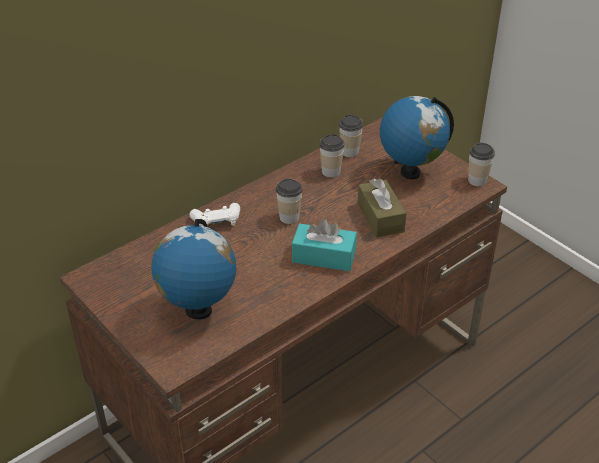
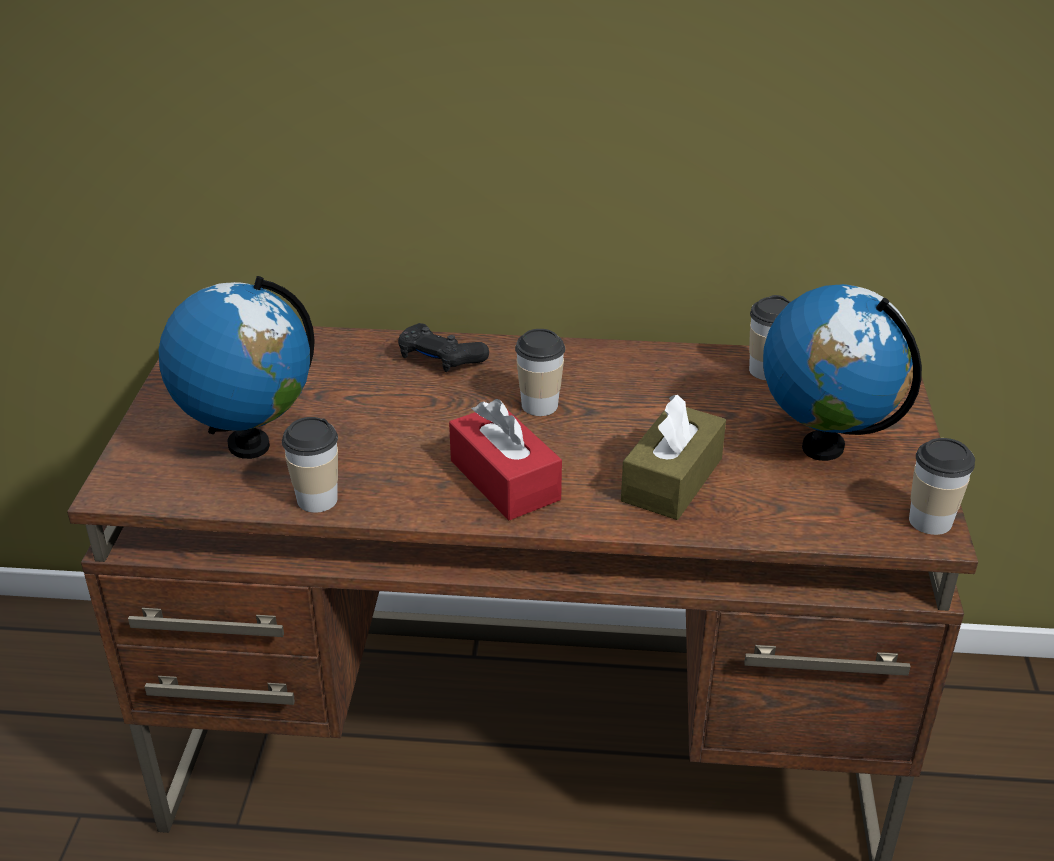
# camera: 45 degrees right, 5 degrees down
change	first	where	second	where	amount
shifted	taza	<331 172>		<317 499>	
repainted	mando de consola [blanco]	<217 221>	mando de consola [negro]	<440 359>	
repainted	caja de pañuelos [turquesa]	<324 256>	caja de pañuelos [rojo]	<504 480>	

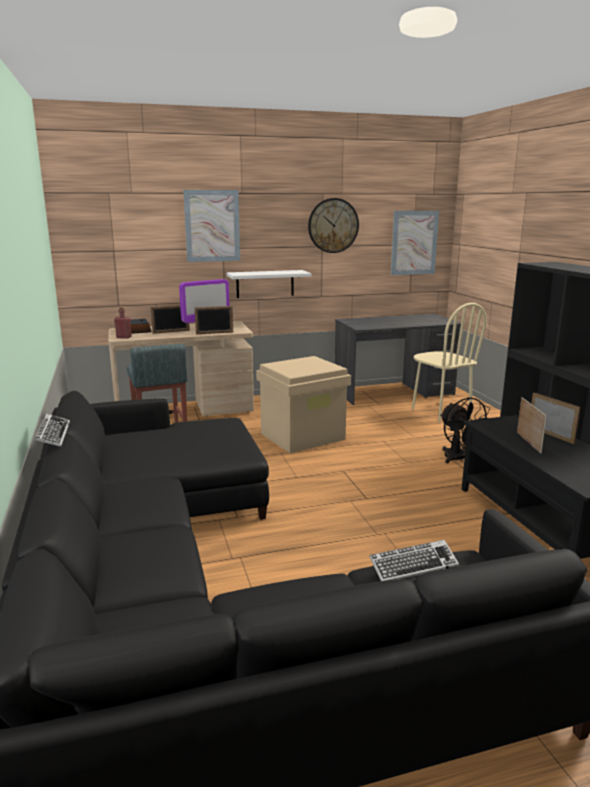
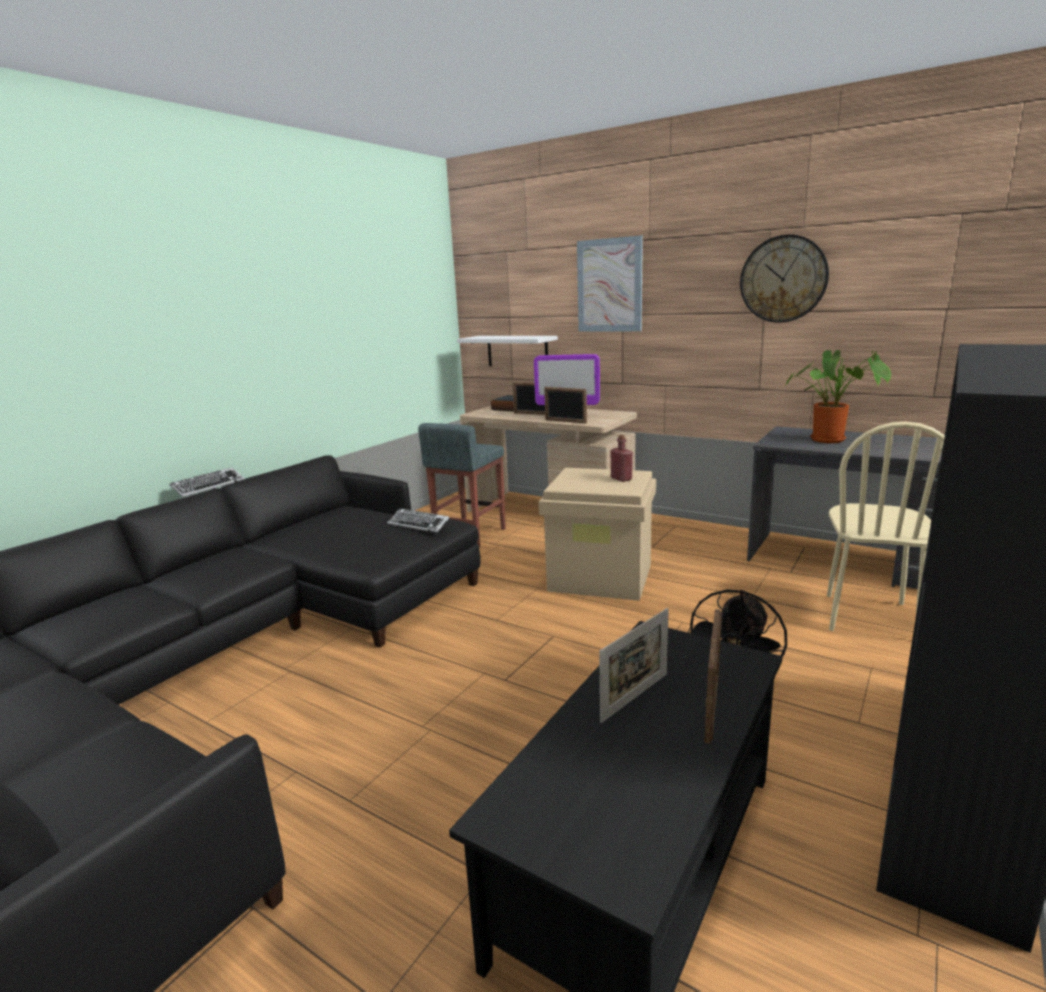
# camera: 50 degrees right, 0 degrees up
change	first	where	second	where	amount
shifted	teclado	<413 566>		<418 524>	
shifted	estante [blanco]	<265 284>		<517 351>	
shifted	botella [rojo]	<124 337>		<621 479>	
new			planta en maceta	<832 440>	
gone	cuadro	<414 242>			

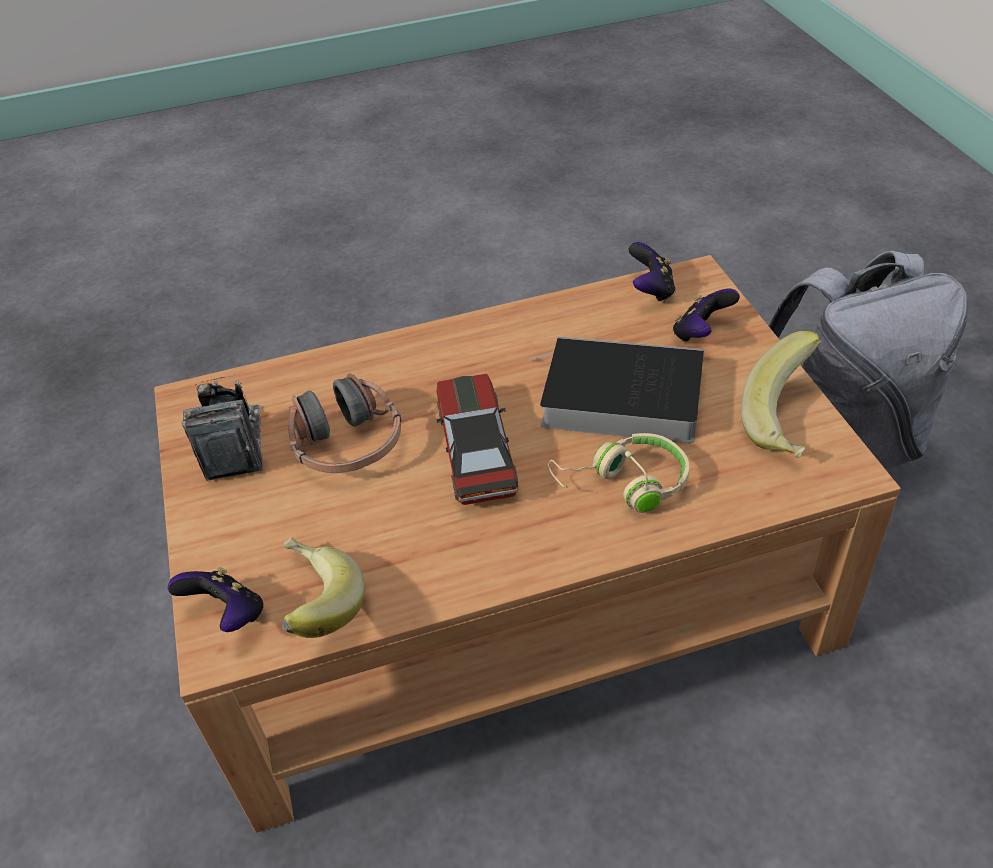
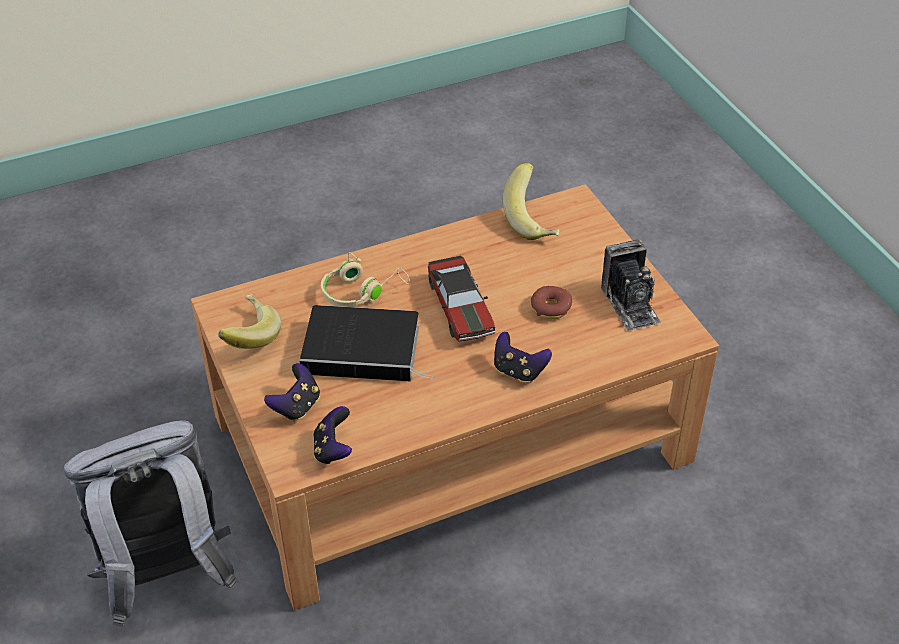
# camera: 170 degrees right, 0 degrees up
change	first	where	second	where	amount
shifted	mando de consola	<228 615>		<519 371>	
swapped	auriculares	<347 444>	rosquilla	<550 308>	

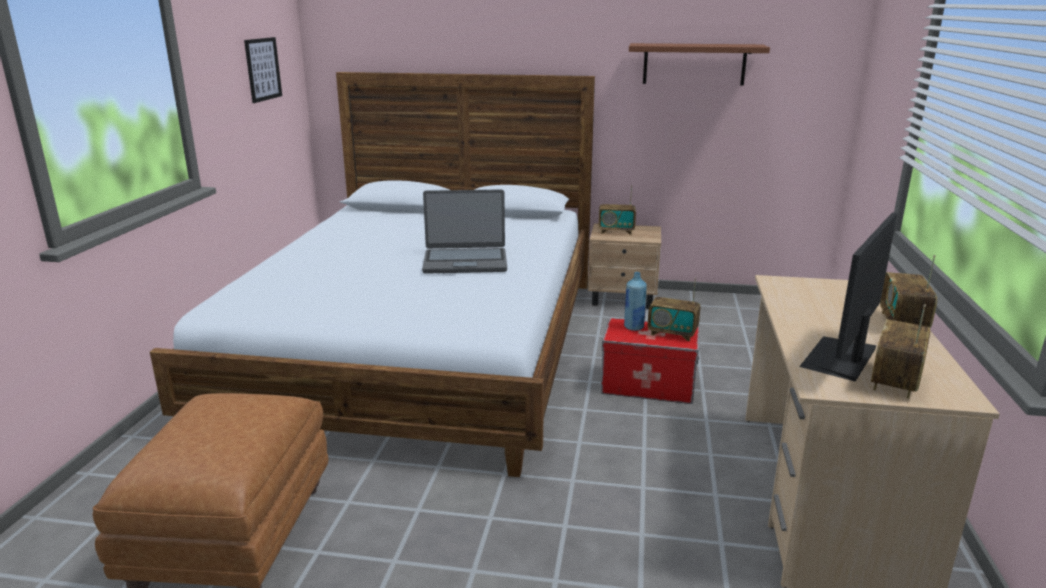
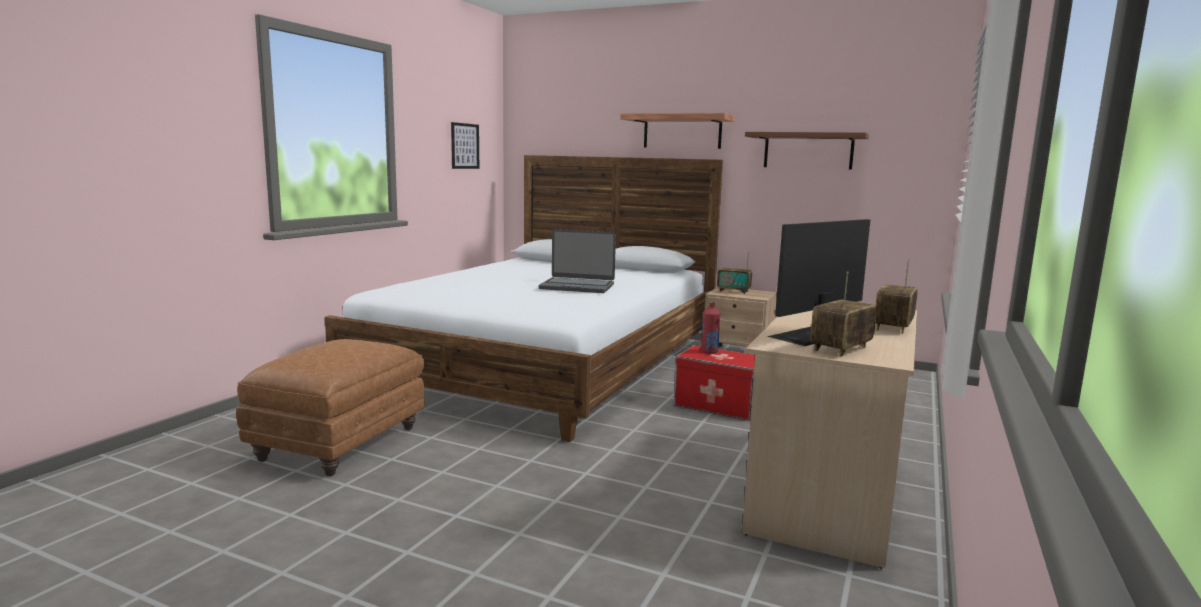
# camera: 15 degrees right, 10 degrees down
change	first	where	second	where	amount
new			estante	<682 132>	
repainted	botella [azul]	<633 327>	botella [rojo]	<709 351>	
gone	radio	<672 333>			

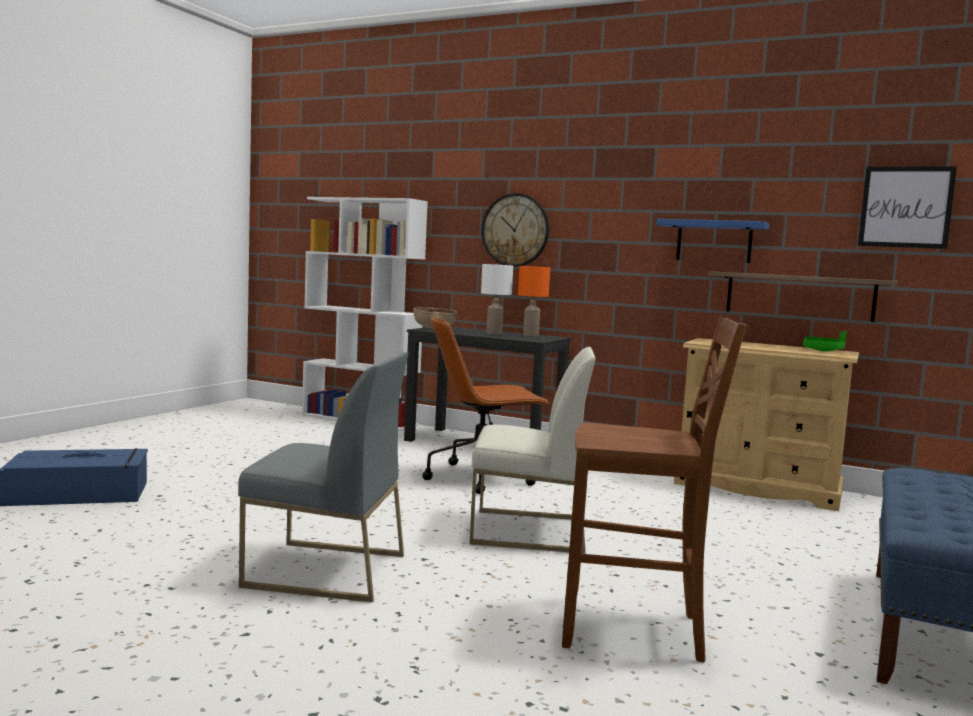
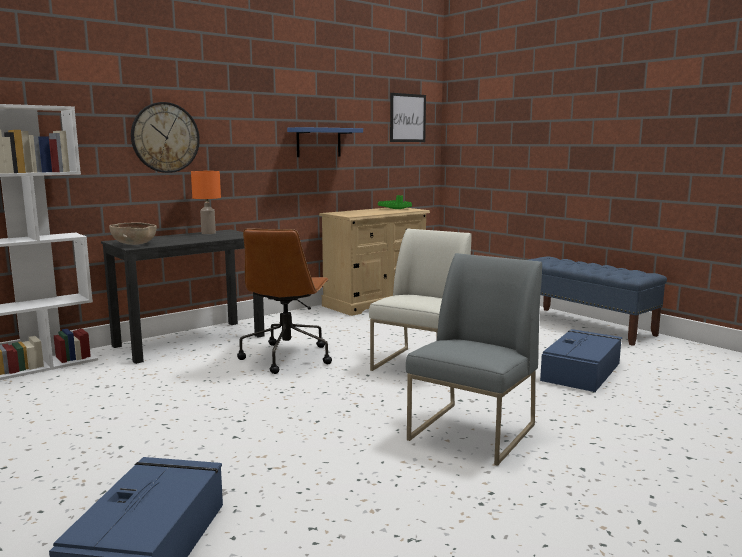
# camera: 65 degrees left, 5 degrees up
change	first	where	second	where	amount
swapped	silla [marrón]	<635 631>	caja de almacenaje [azul]	<581 371>	
gone	lámpara de mesa [blanco]	<494 333>			
gone	estante	<799 296>			

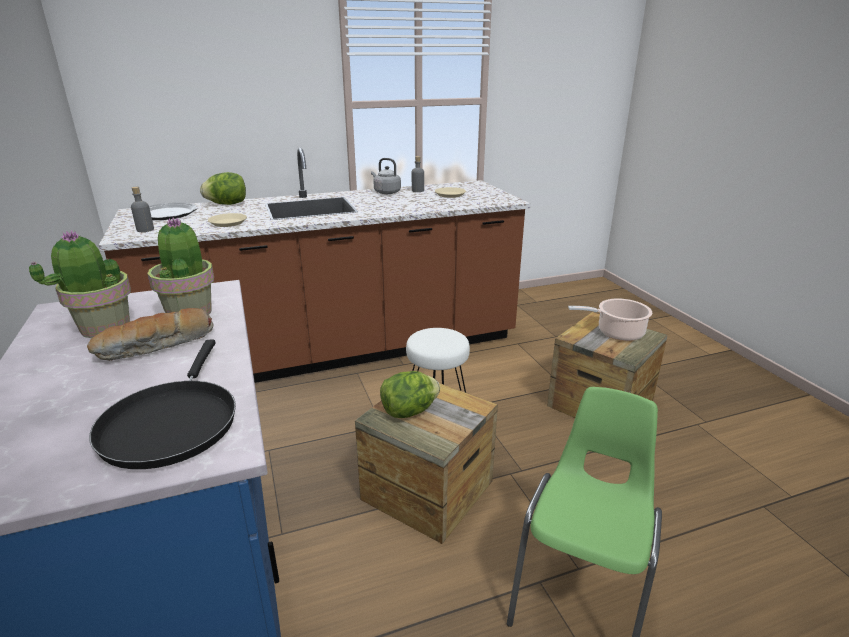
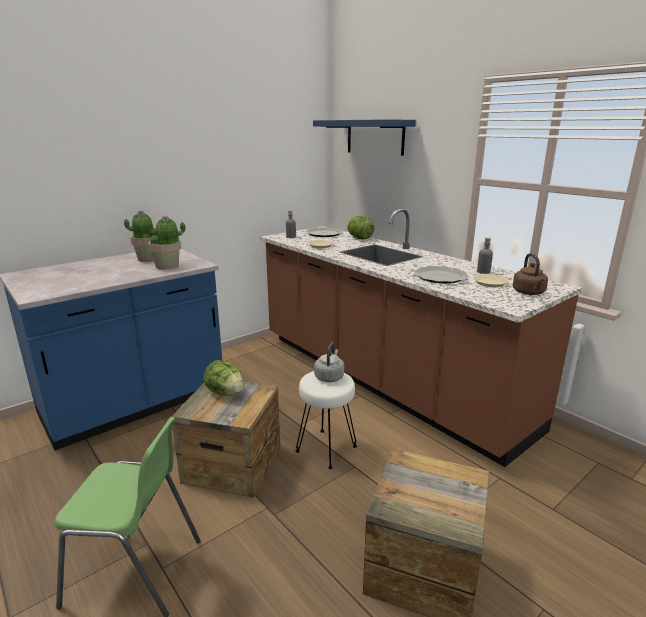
# camera: 70 degrees right, 5 degrees down
change	first	where	second	where	amount
new			estante [azul]	<375 137>	
shifted	hervidor [gris]	<386 192>		<329 377>	
new			plato	<440 277>	
new			hervidor [marrón]	<529 293>	
gone	pan	<157 347>			
gone	sartén [negro]	<172 423>			
gone	olla	<617 332>			

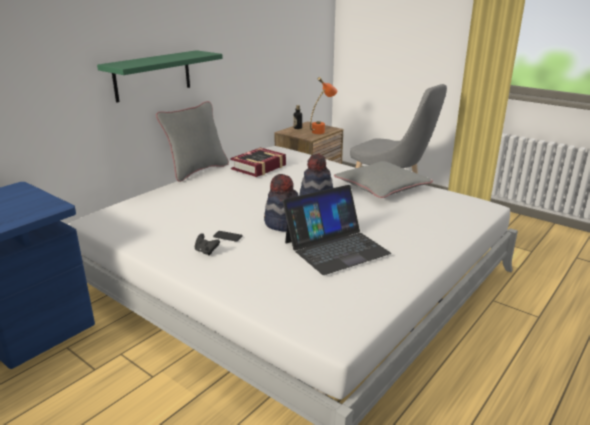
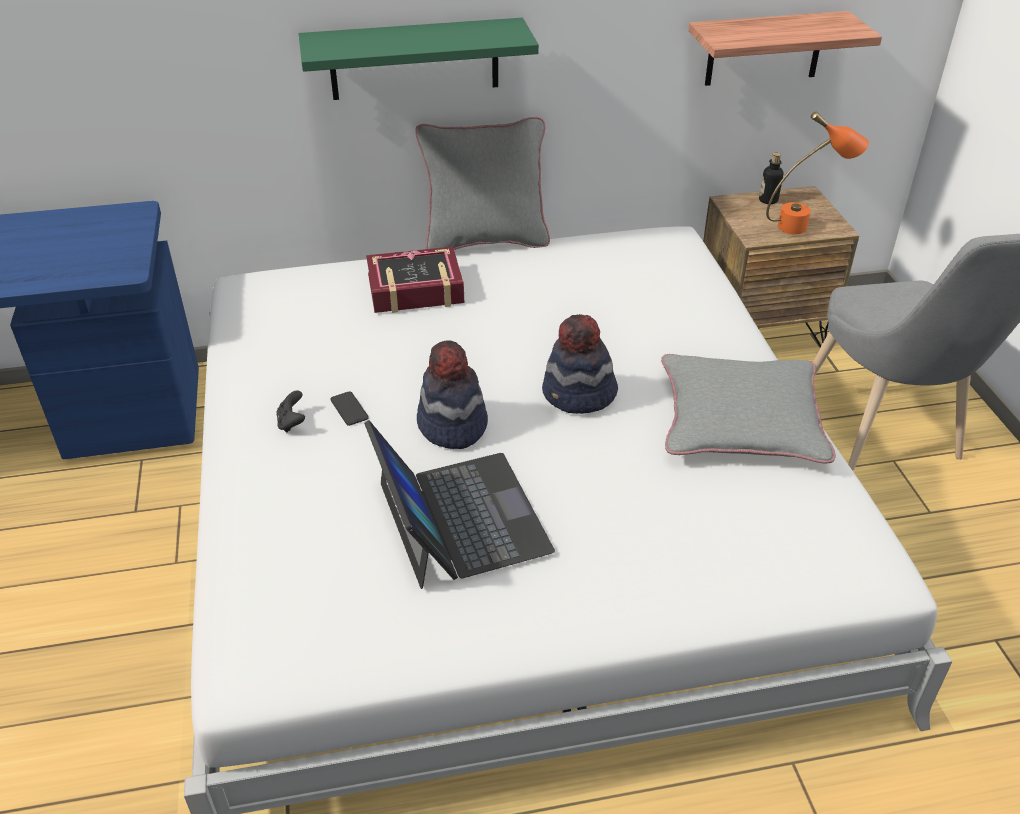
# camera: 40 degrees right, 15 degrees up
change	first	where	second	where	amount
rotated	portátil	<336 247>		<460 518>	120 degrees counterclockwise
shifted	libro	<259 167>		<415 290>	
new			estante	<764 49>	

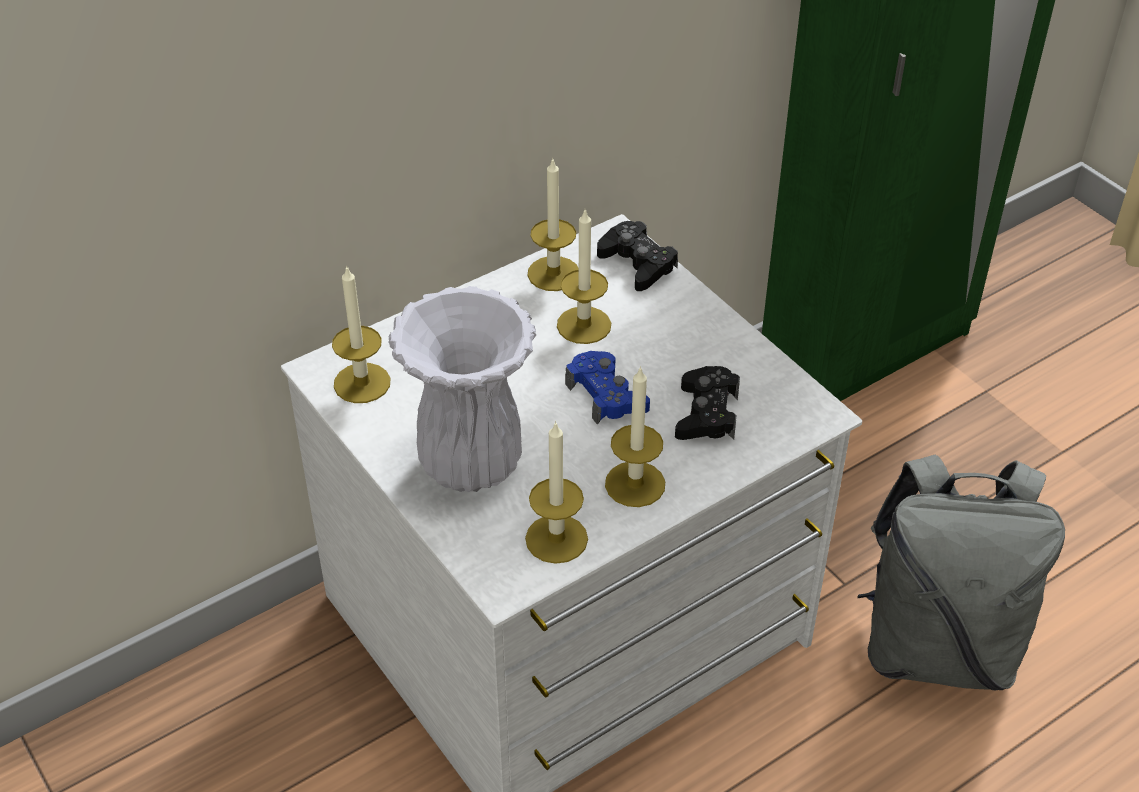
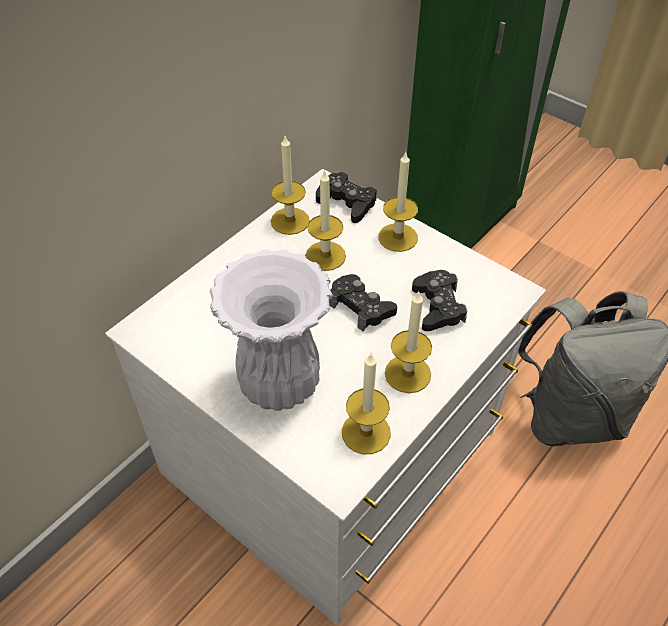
# camera: 15 degrees left, 5 degrees up
change	first	where	second	where	amount
repainted	mando de consola [azul]	<606 395>	mando de consola [negro]	<361 307>	
shifted	vela	<362 383>		<398 237>	

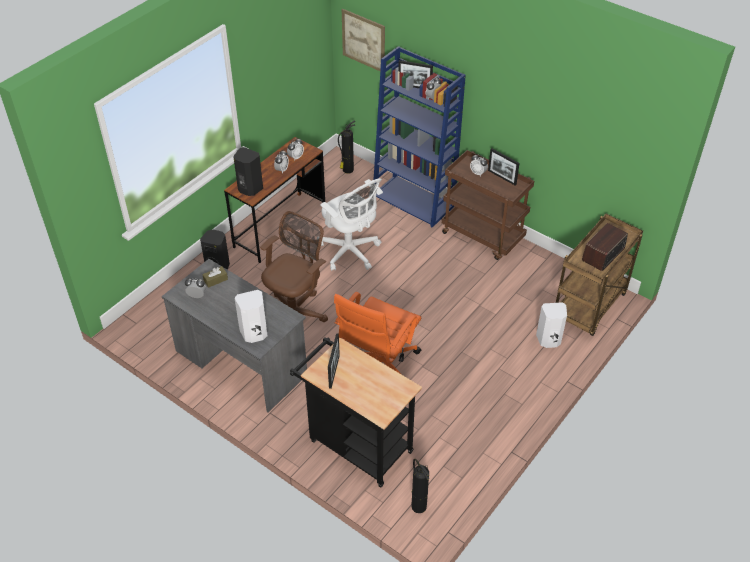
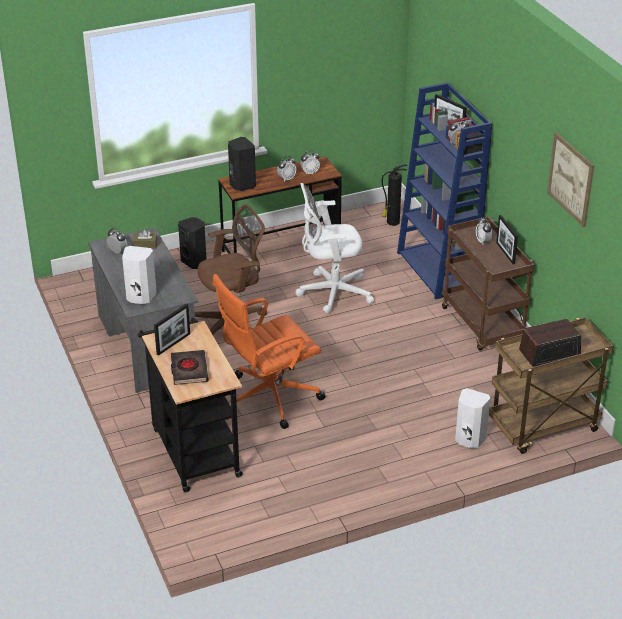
# camera: 30 degrees right, 10 degrees down
change	first	where	second	where	amount
new			libro [negro]	<189 370>	
rotated	silla de oficina [blanco]	<350 252>		<331 292>	90 degrees clockwise
shifted	cuadro	<363 40>		<571 179>	
gone	extintor	<418 505>			

